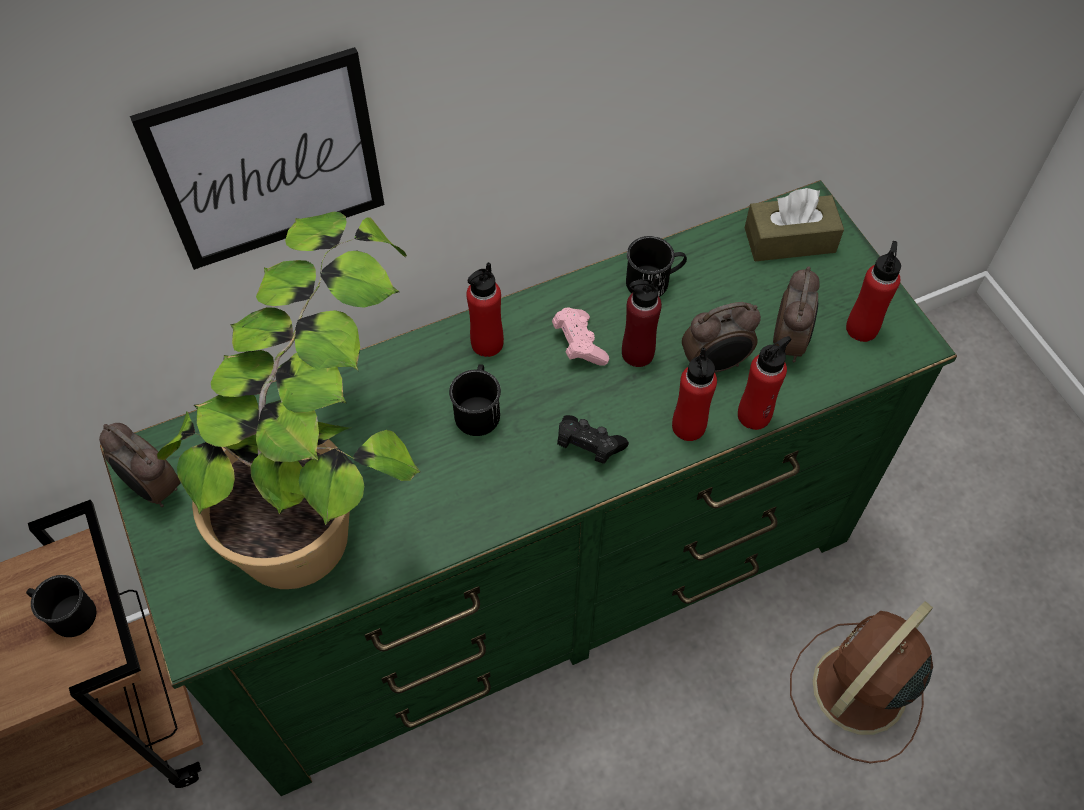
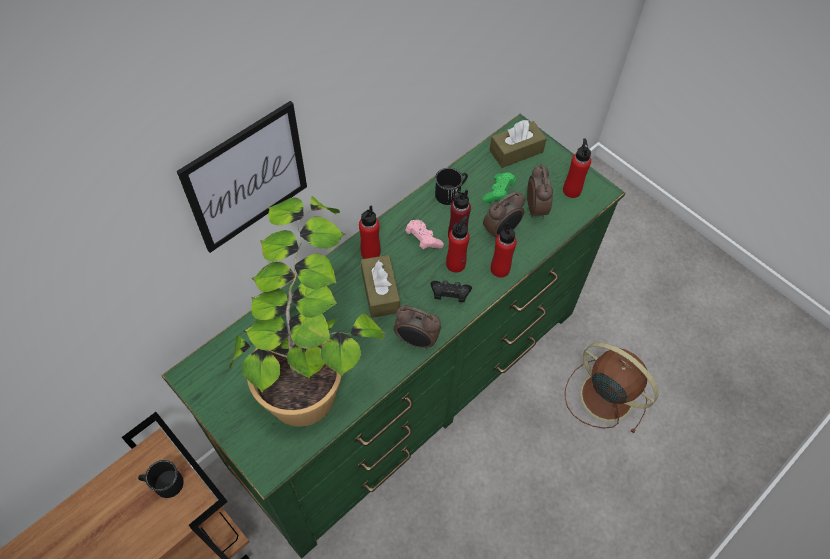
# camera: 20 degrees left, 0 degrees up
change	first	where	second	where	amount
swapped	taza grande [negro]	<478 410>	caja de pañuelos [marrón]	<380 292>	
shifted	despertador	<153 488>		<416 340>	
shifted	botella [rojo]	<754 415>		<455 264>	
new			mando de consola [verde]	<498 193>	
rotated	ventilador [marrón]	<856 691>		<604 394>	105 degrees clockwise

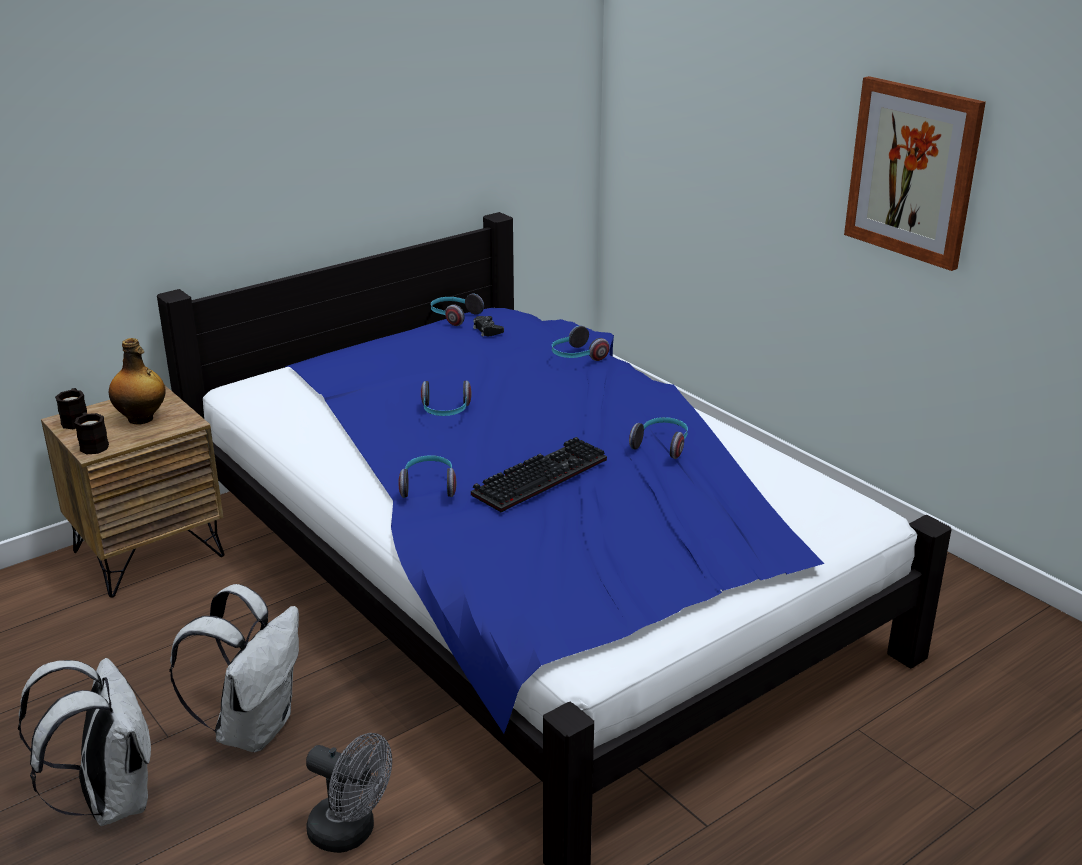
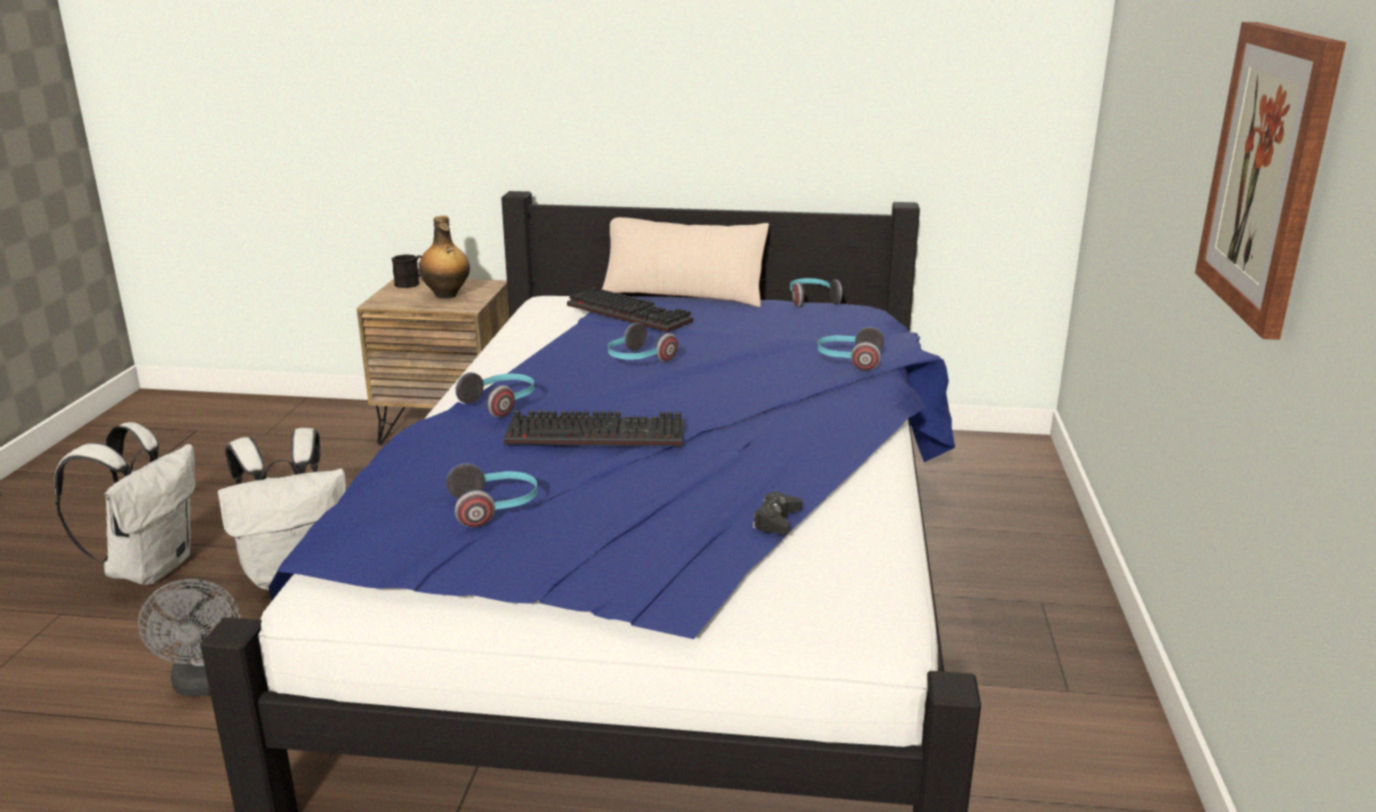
# camera: 45 degrees right, 5 degrees down
change	first	where	second	where	amount
shifted	auriculares	<662 445>		<495 508>	
new			teclado	<632 313>	
new			cojín [beis]	<683 295>	
shifted	mando de consola [negro]	<487 330>		<776 520>	
gone	taza grande [negro]	<93 445>			

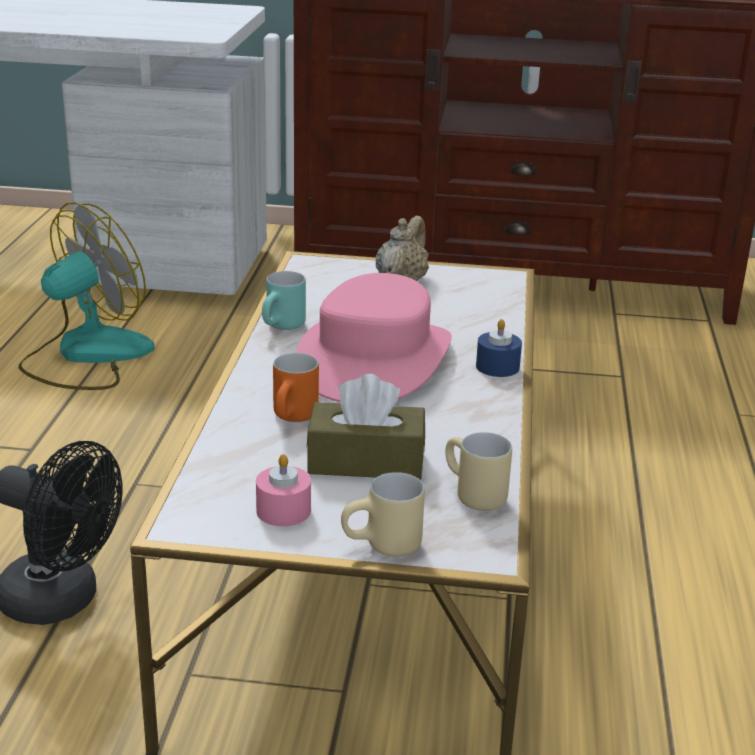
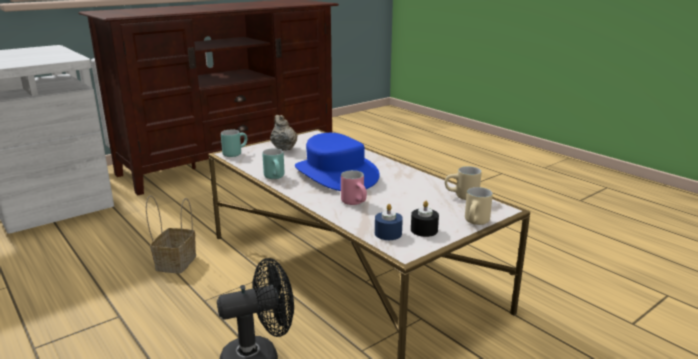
# camera: 45 degrees left, 5 degrees down
change	first	where	second	where	amount
new			cesta	<176 262>	
new			taza grande [turquesa]	<234 153>	
repainted	sombrero [rosa]	<374 359>	sombrero [azul]	<335 174>	
repainted	taza grande [naranja]	<295 419>	taza grande [rosa]	<356 203>	
shifted	vela [azul]	<497 367>		<388 233>	
repainted	vela [rosa]	<283 510>	vela [negro]	<424 230>	
gone	ventilador	<86 356>			
gone	caja de pañuelos [marrón]	<366 461>			

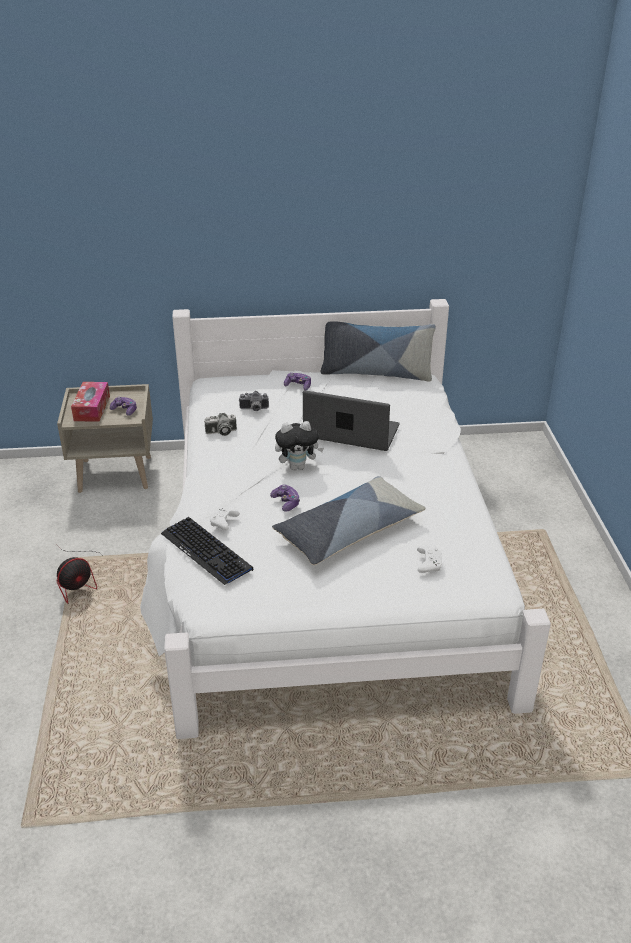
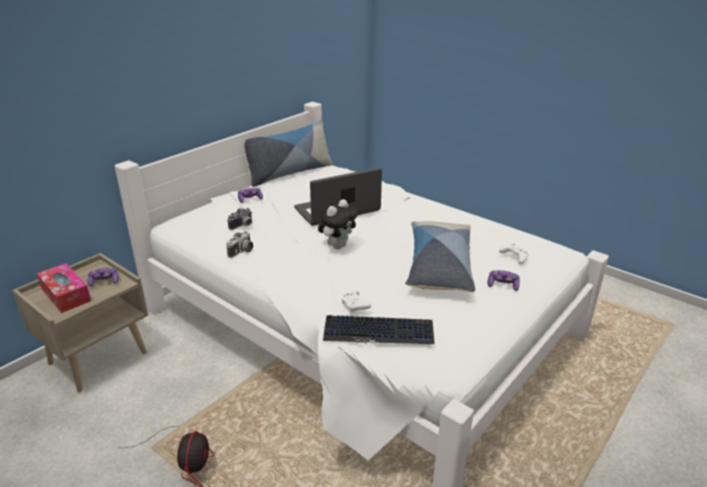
# camera: 45 degrees left, 5 degrees down
change	first	where	second	where	amount
shifted	mando de consola	<286 502>		<502 285>	

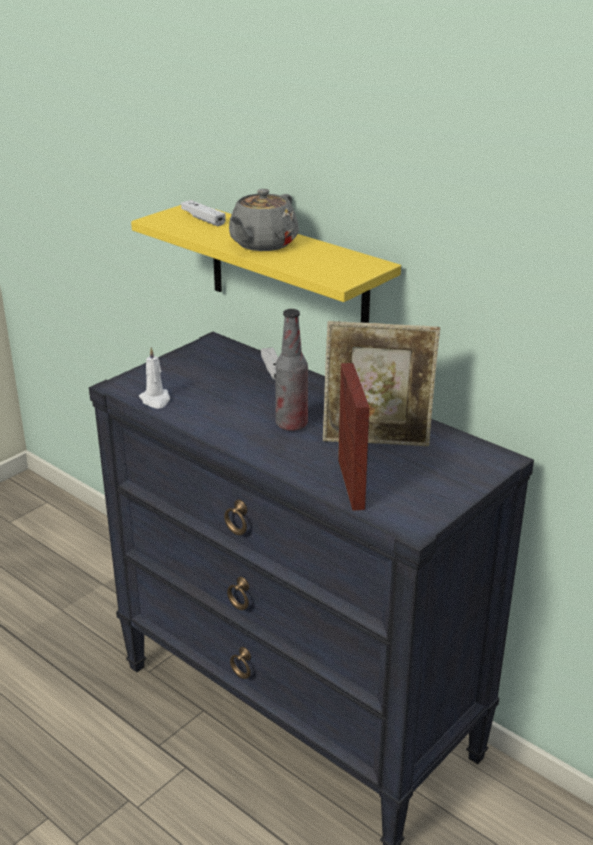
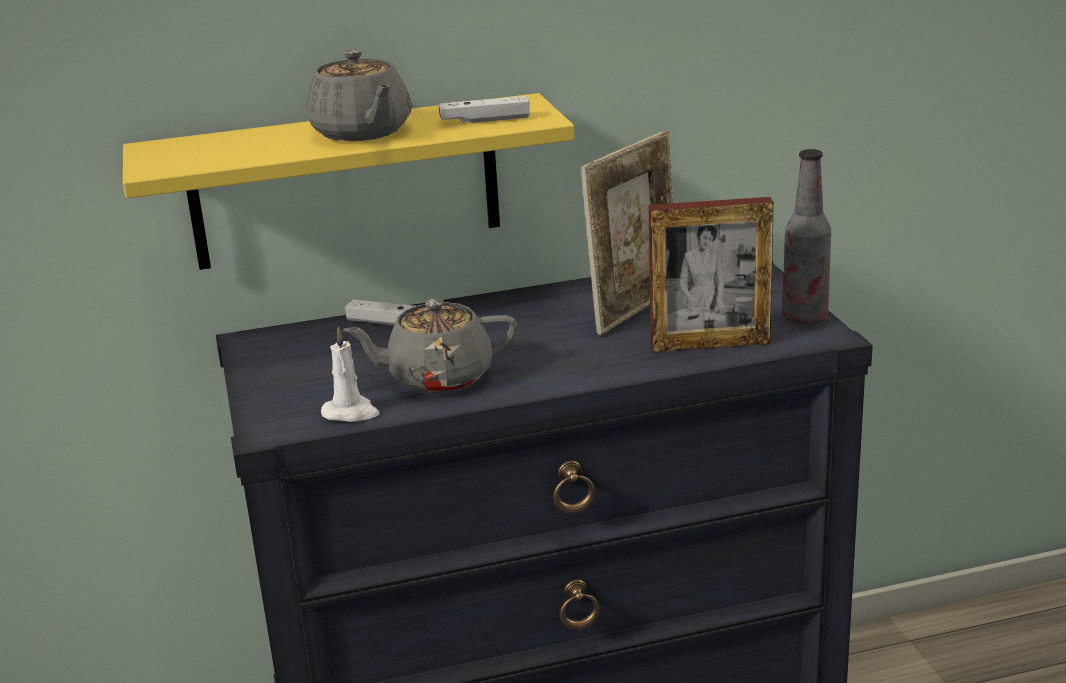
# camera: 55 degrees left, 5 degrees down
change	first	where	second	where	amount
new			tetera [gris]	<437 378>	
shifted	mando de consola [blanco]	<203 219>		<485 120>	
rotated	portarretratos	<351 484>		<710 344>	150 degrees clockwise
shifted	botella	<291 425>		<804 318>	

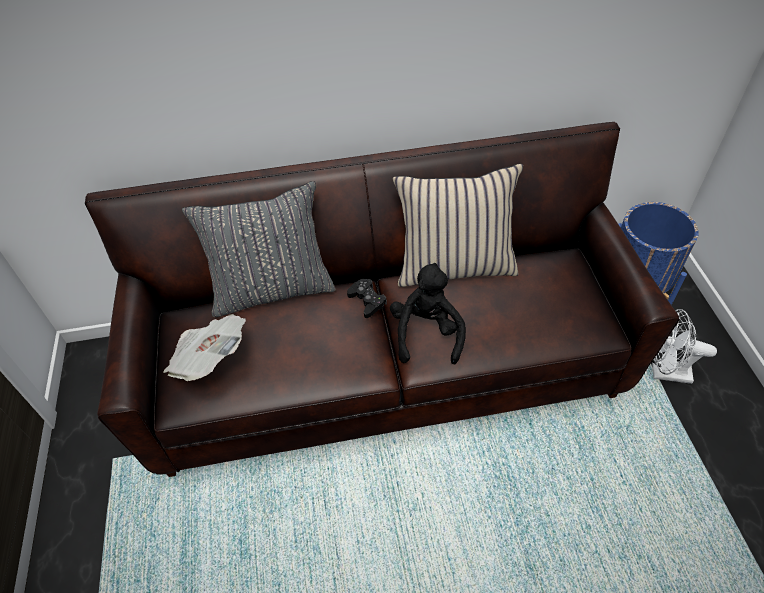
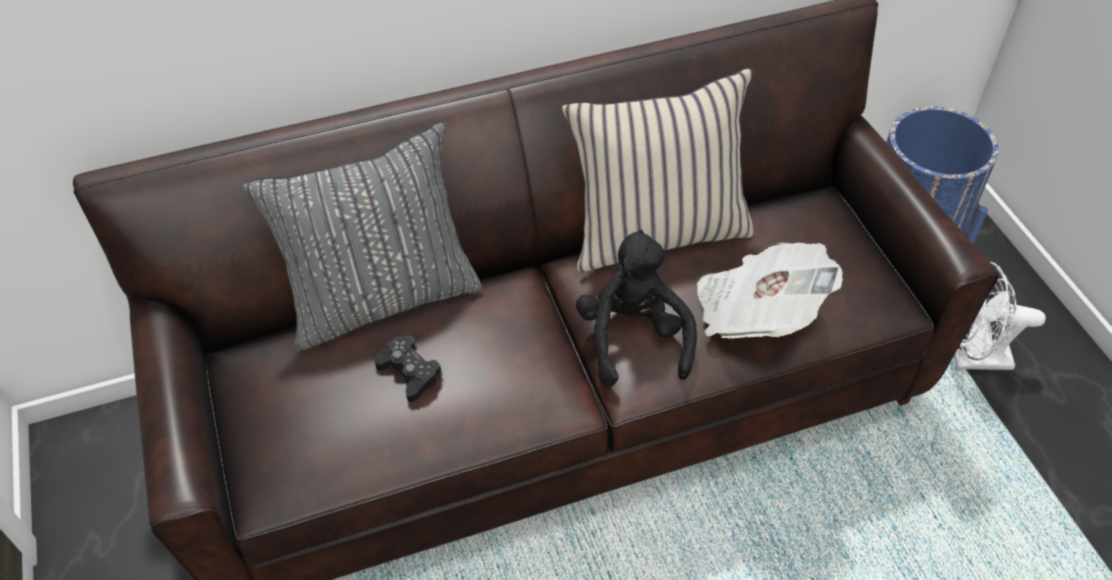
# camera: 10 degrees left, 0 degrees up
change	first	where	second	where	amount
shifted	mando de consola [negro]	<367 301>		<409 372>	
shifted	periódico	<209 359>		<757 312>	

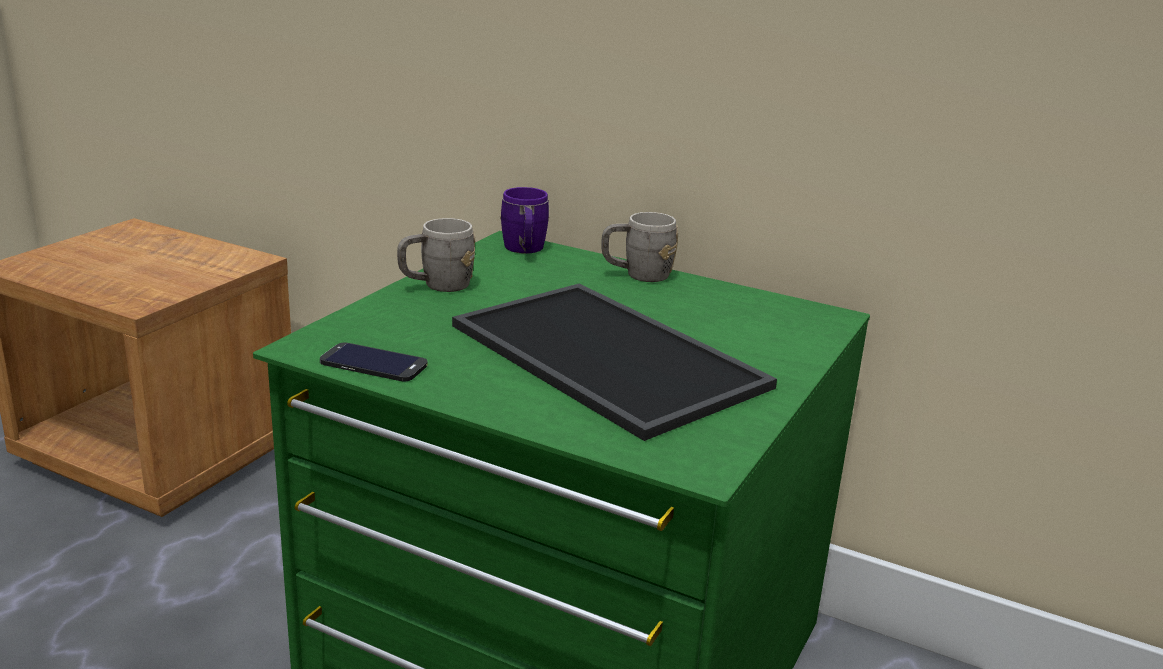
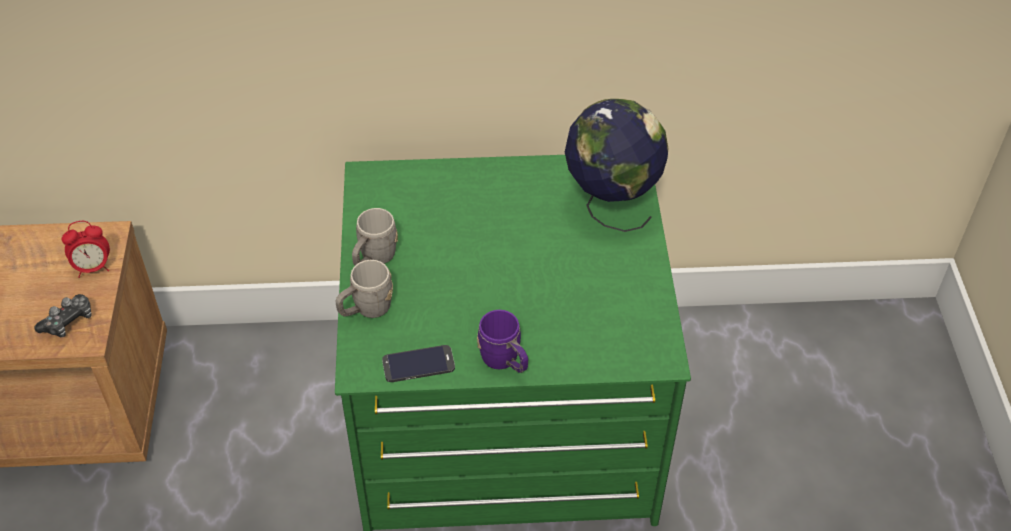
# camera: 30 degrees left, 25 degrees up
change	first	where	second	where	amount
new			mando de consola	<68 321>	
new			despertador	<93 268>	
shifted	taza grande [gris]	<637 275>		<366 309>	
shifted	taza grande [morado]	<524 251>		<505 361>	
new			globo terráqueo	<610 205>	
gone	bandeja	<612 356>			

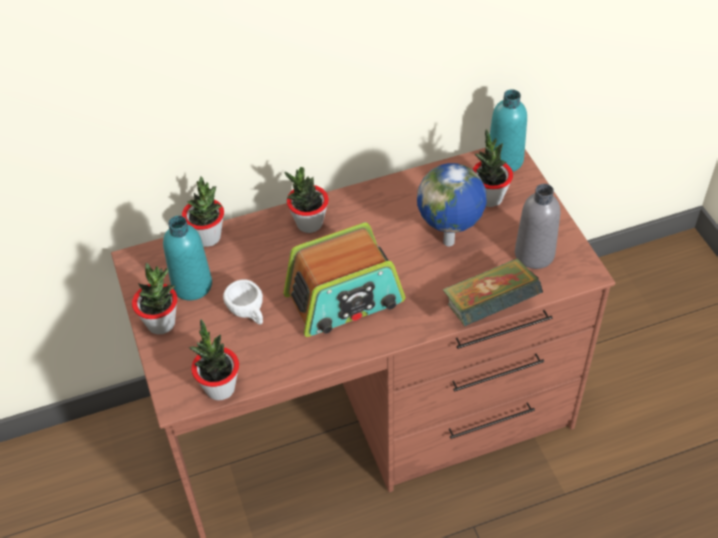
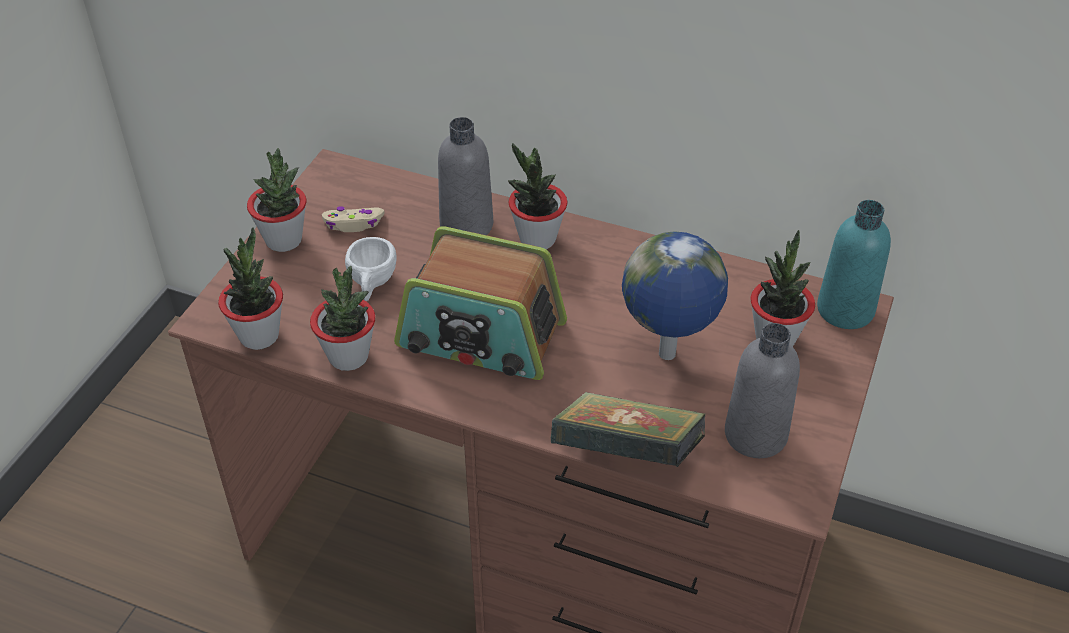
# camera: 40 degrees right, 5 degrees down
change	first	where	second	where	amount
shifted	planta en maceta	<208 237>		<348 357>	
swapped	botella [turquesa]	<192 285>	mando de consola [beis]	<353 224>	
new			botella [gris]	<466 225>	

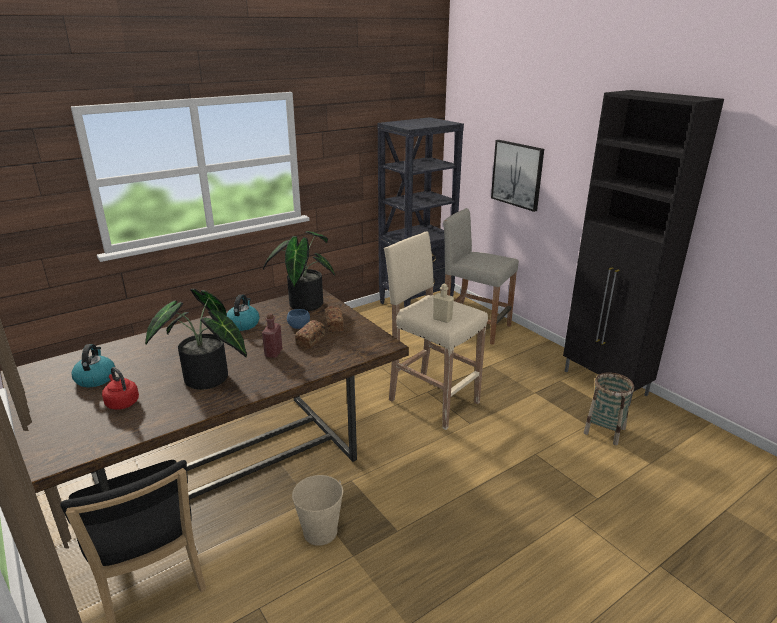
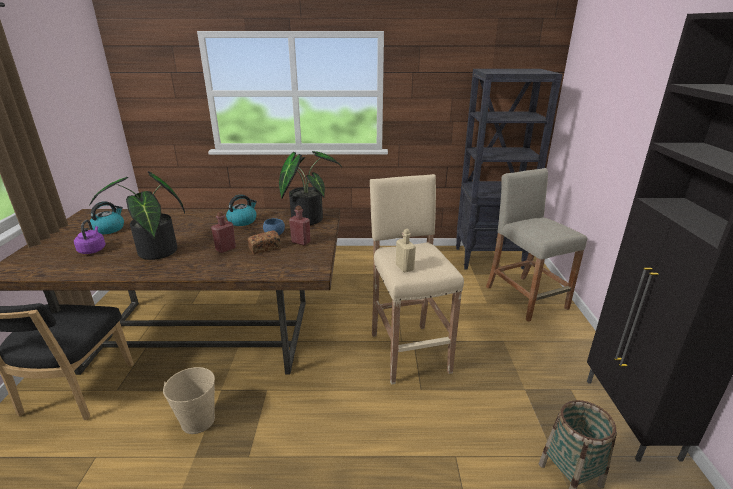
# camera: 35 degrees right, 0 degrees up
change	first	where	second	where	amount
repainted	hervidor [rojo]	<122 402>	hervidor [morado]	<93 250>	
swapped	pan	<334 325>	botella [rojo]	<301 242>	
gone	cuadro	<517 174>			

